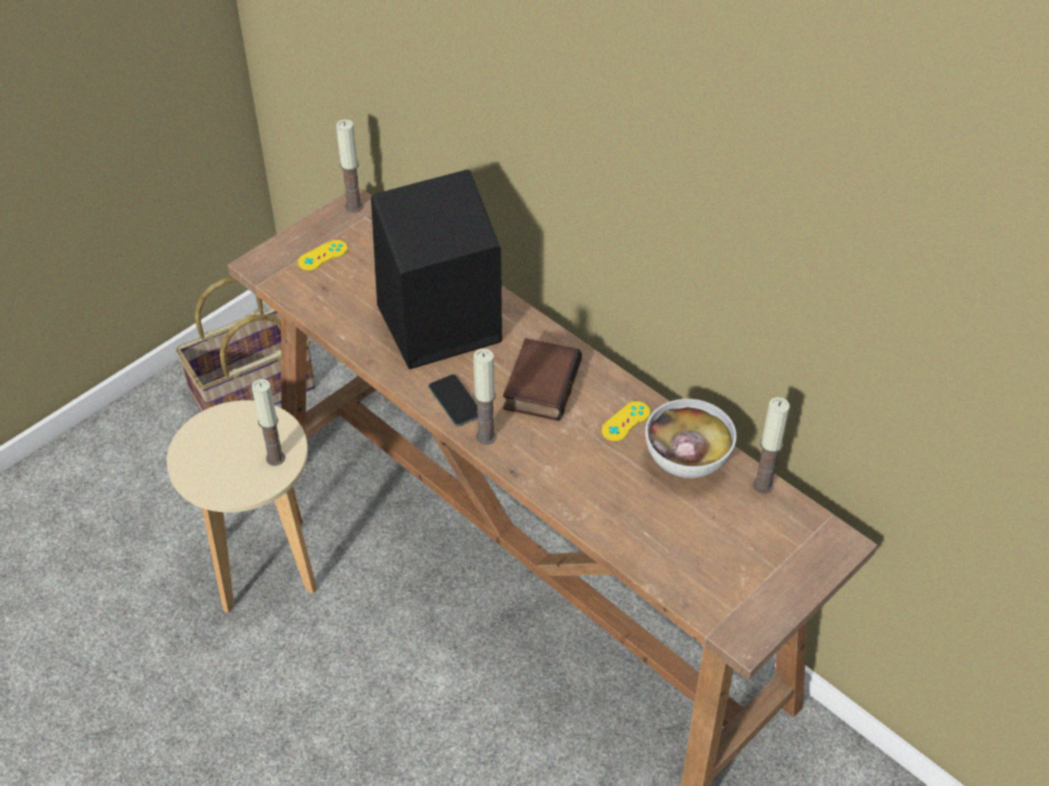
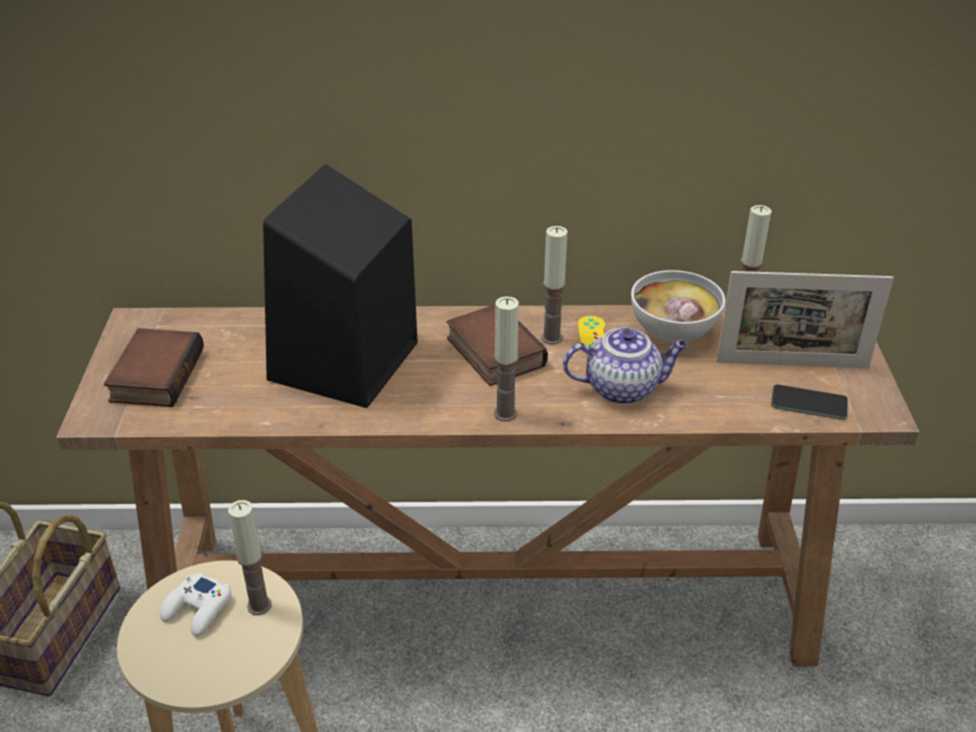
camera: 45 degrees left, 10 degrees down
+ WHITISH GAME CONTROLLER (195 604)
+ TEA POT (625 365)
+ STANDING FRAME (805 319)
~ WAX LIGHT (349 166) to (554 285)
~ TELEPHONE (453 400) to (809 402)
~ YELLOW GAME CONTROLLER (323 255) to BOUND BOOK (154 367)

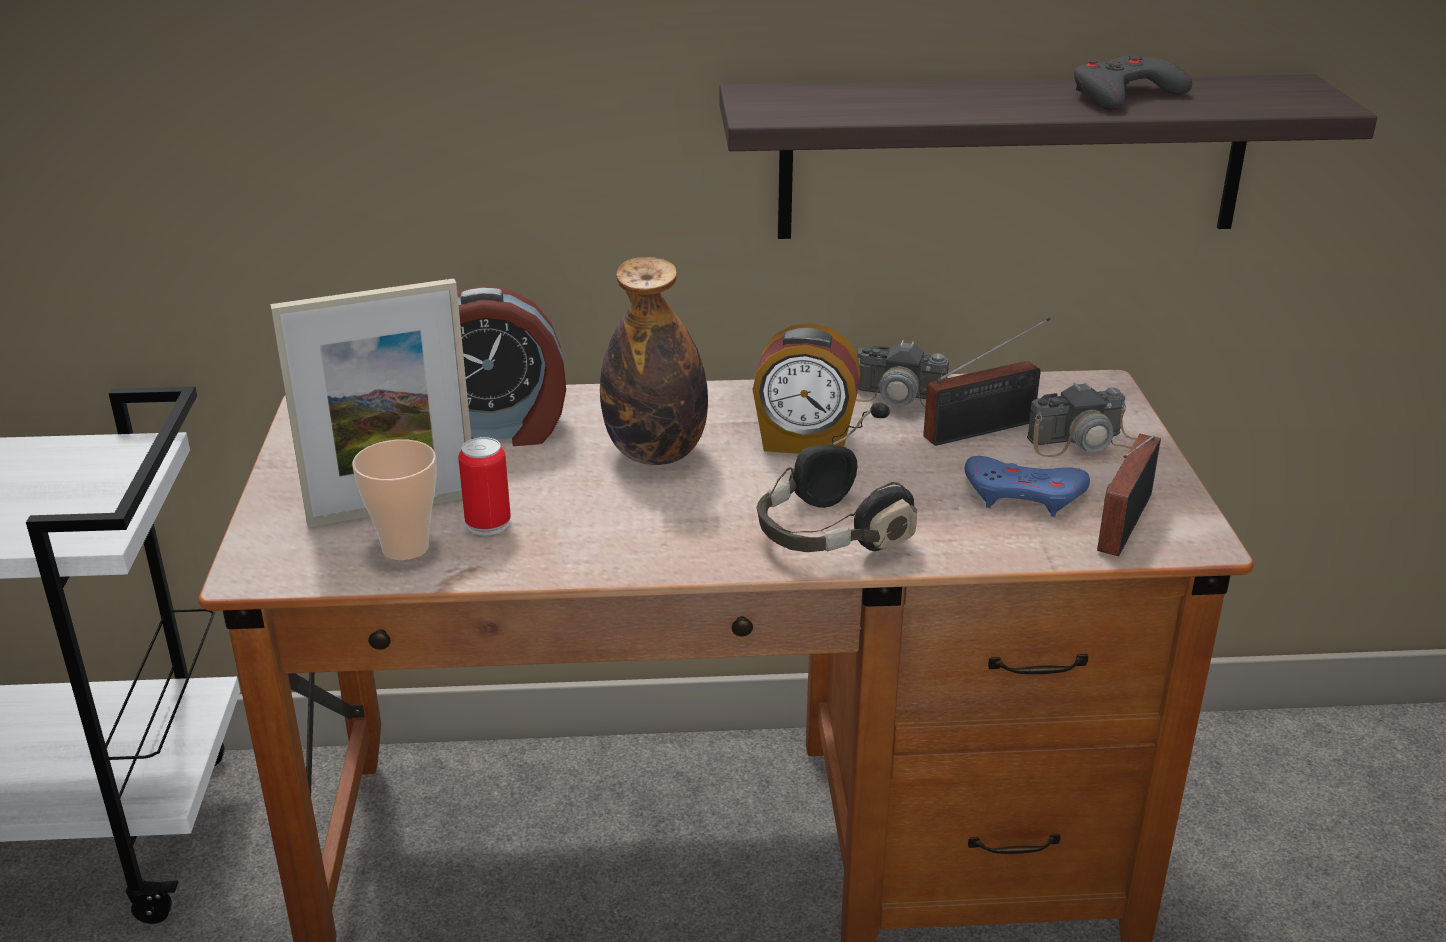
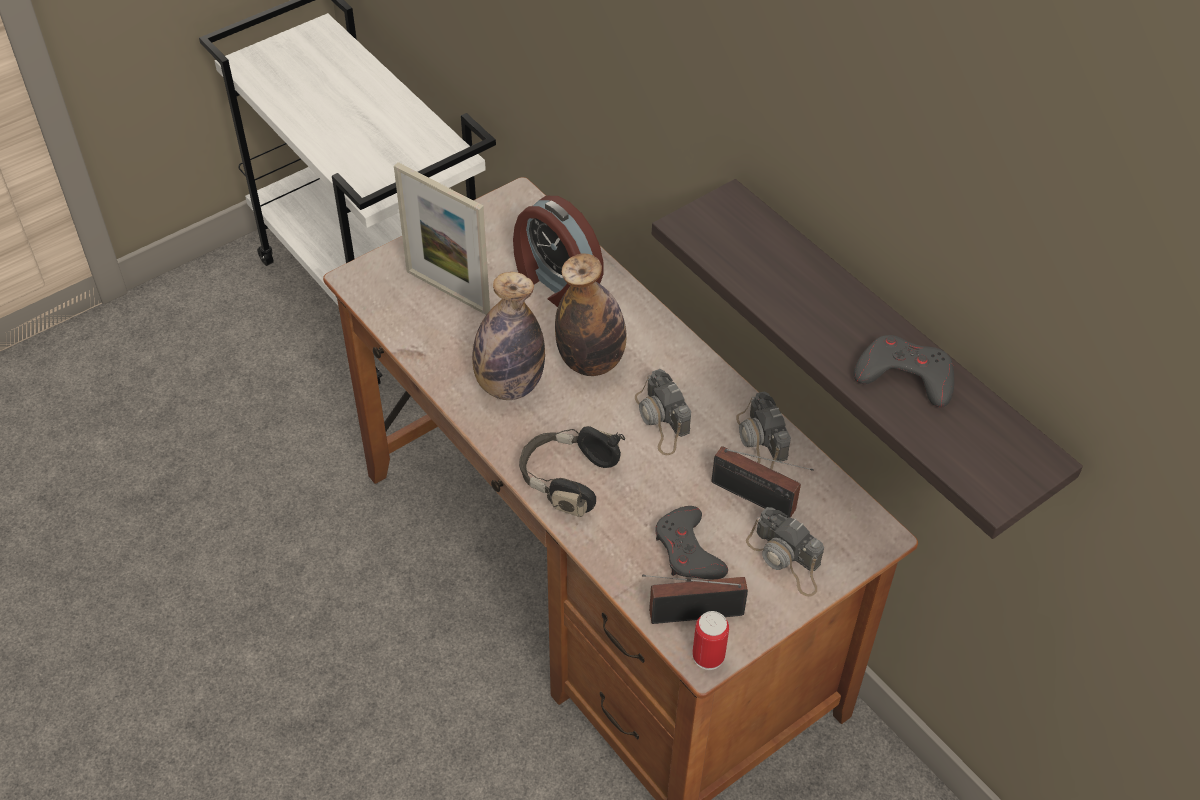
camera: 55 degrees right, 20 degrees up
- CUP (394 499)
+ DRINK BOTTLE (508 336)
~ SEALED CAN (484 486) to (710 640)
~ BEDSIDE CLOCK (806 388) to STILL CAMERA (663 412)
~ BLUE GAME CONTROLLER (1027 486) to GREYISH GAME CONTROLLER (691 543)

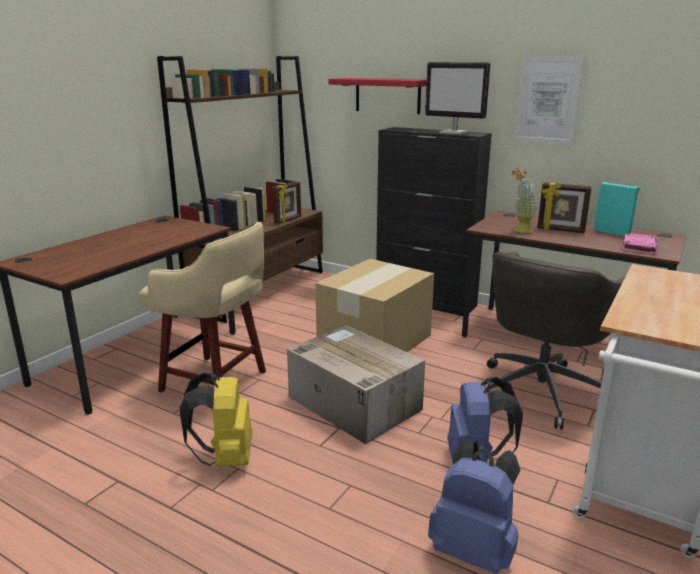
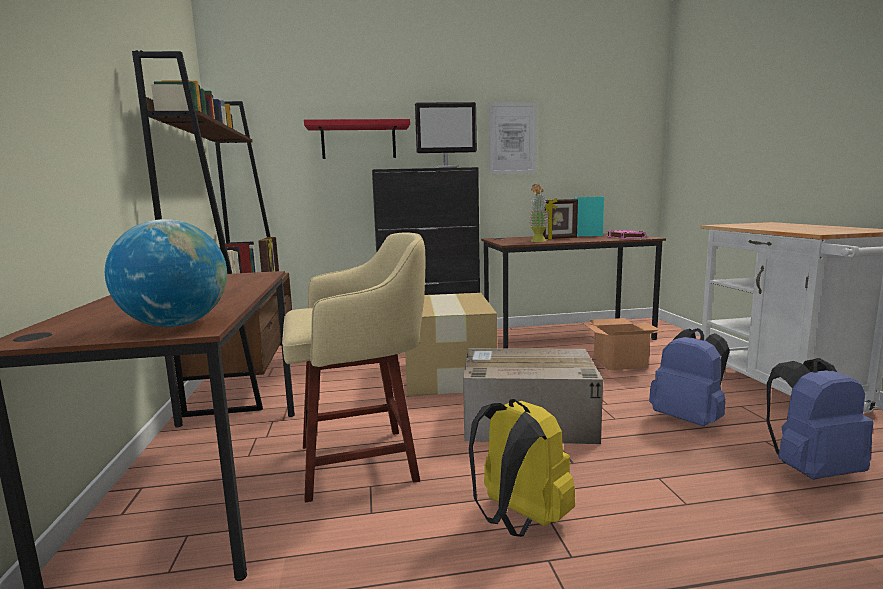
camera: 40 degrees left, 10 degrees down
+ WORLD GLOBE (166 273)
~ GREYISH OFFICE CHAIR (556 340) to CARDBOARD BOX (623 344)

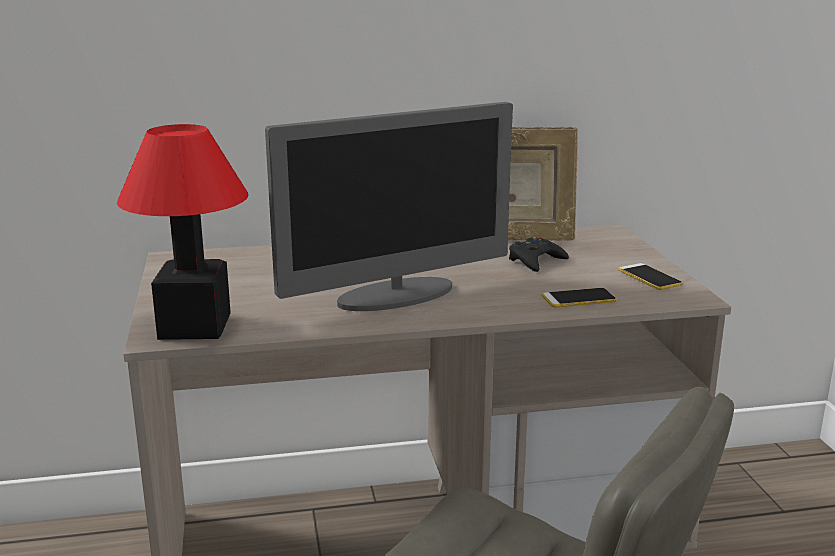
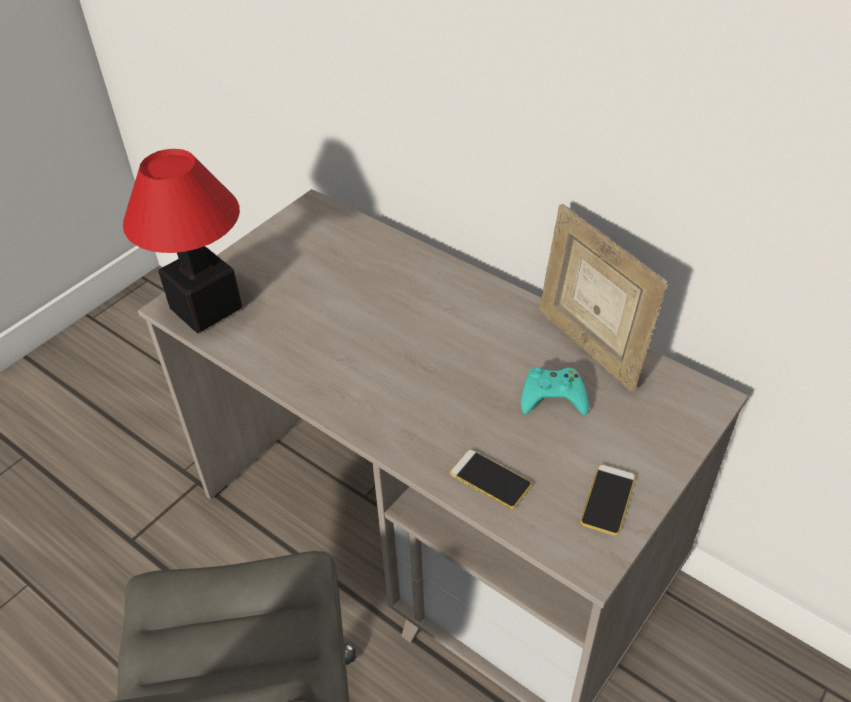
camera: 50 degrees right, 25 degrees up
- COMPUTER SCREEN (389 206)
~ BLACKISH GAME CONTROLLER (539 254) to TURQUOISE-COLOURED GAME CONTROLLER (555 391)

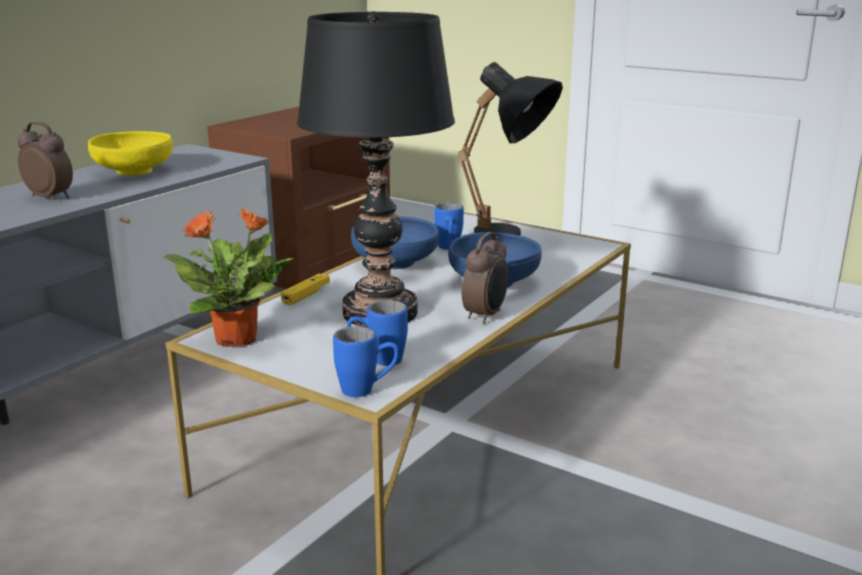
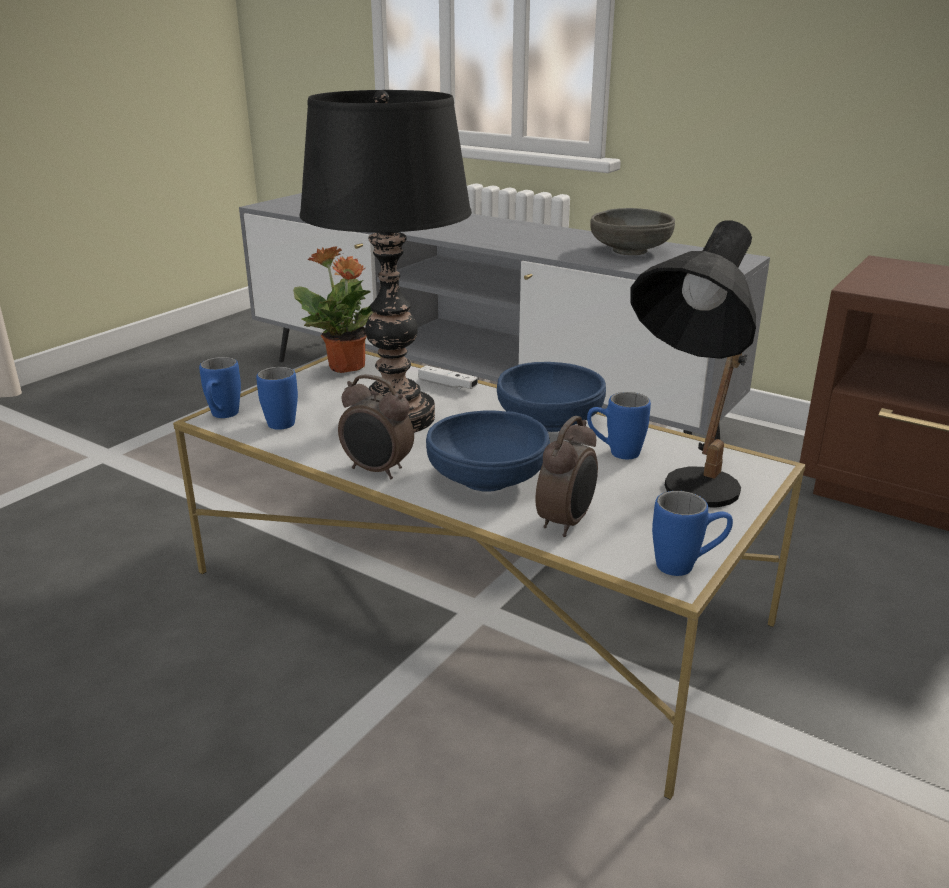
camera: 90 degrees right, 5 degrees up
+ BLUE COFFEE MUG (692 533)
~ BEDSIDE CLOCK (45 161) to (567 476)
~ YELLOW SERVING BOWL (130 153) to GREYISH SERVING BOWL (632 231)
~ YELLOW GAME CONTROLLER (305 289) to WHITISH GAME CONTROLLER (448 377)

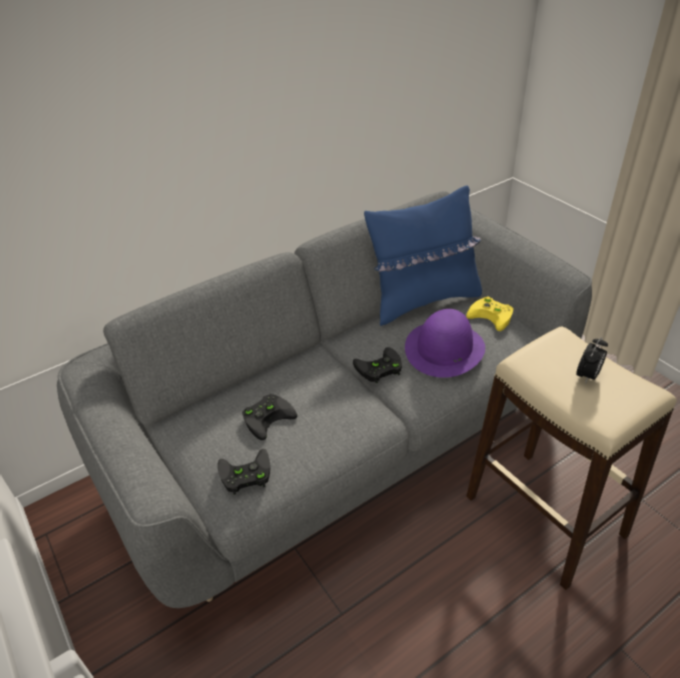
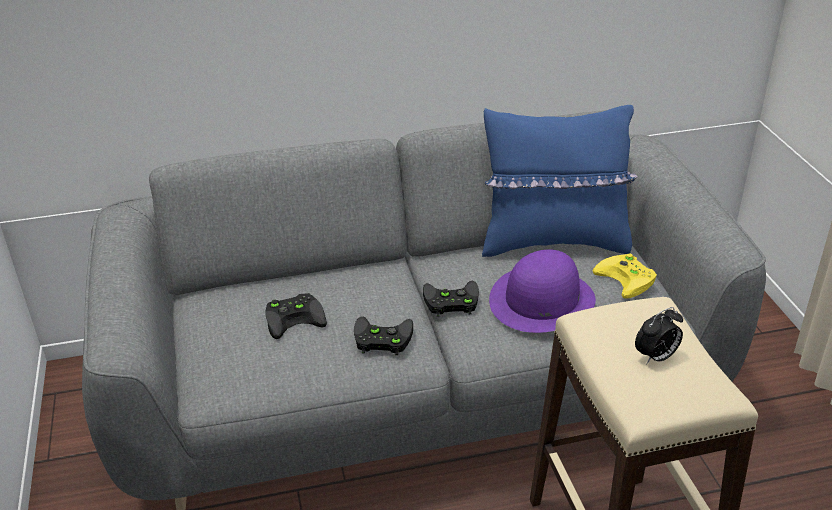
camera: 20 degrees right, 5 degrees down
~ BLACKISH GAME CONTROLLER (244 472) to (383 336)

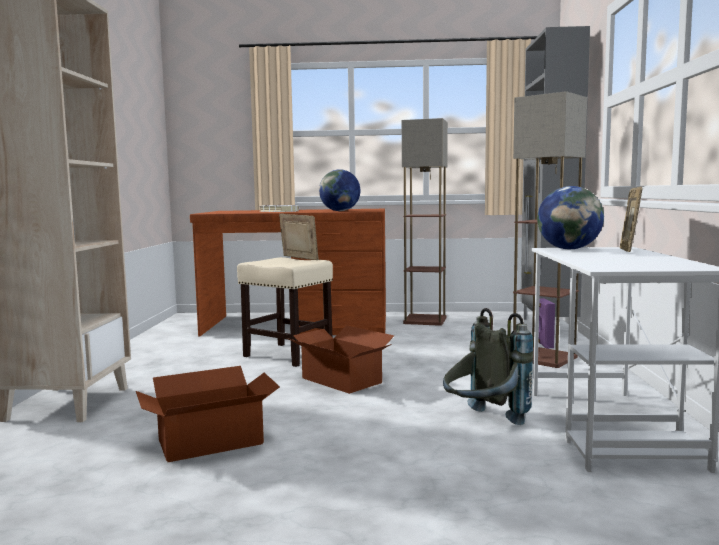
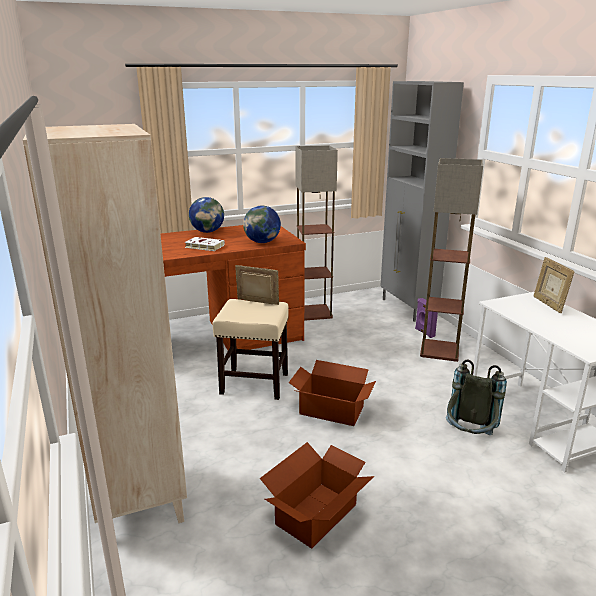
camera: 25 degrees left, 15 degrees up
~ WORLD GLOBE (570 217) to (206 215)

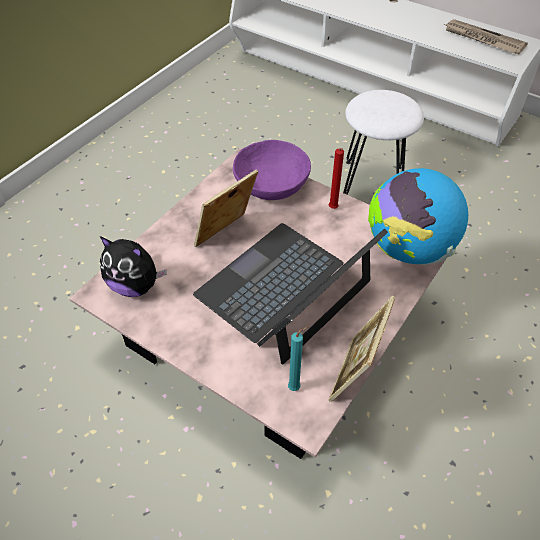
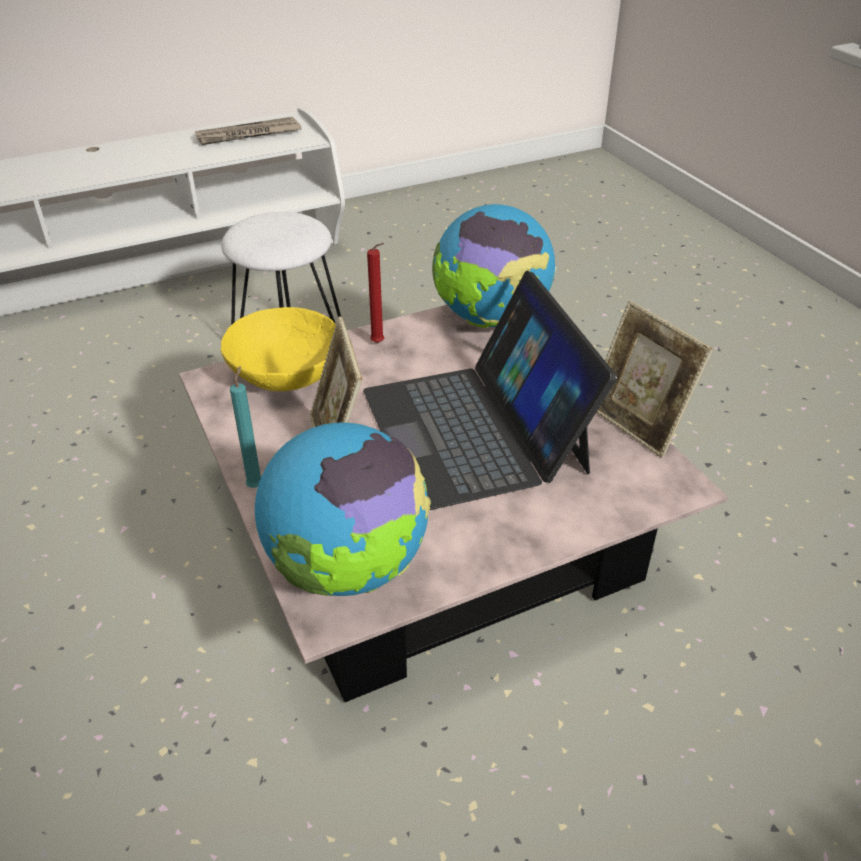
camera: 60 degrees left, 10 degrees down
~ TURQUOISE-COLOURED WAX LIGHT (298 358) to (245 427)
~ CUDDLY TOY (133 266) to WORLD GLOBE (343 509)
~ PURPLE-COLOURED SERVING BOWL (272 170) to YELLOW SERVING BOWL (278 349)

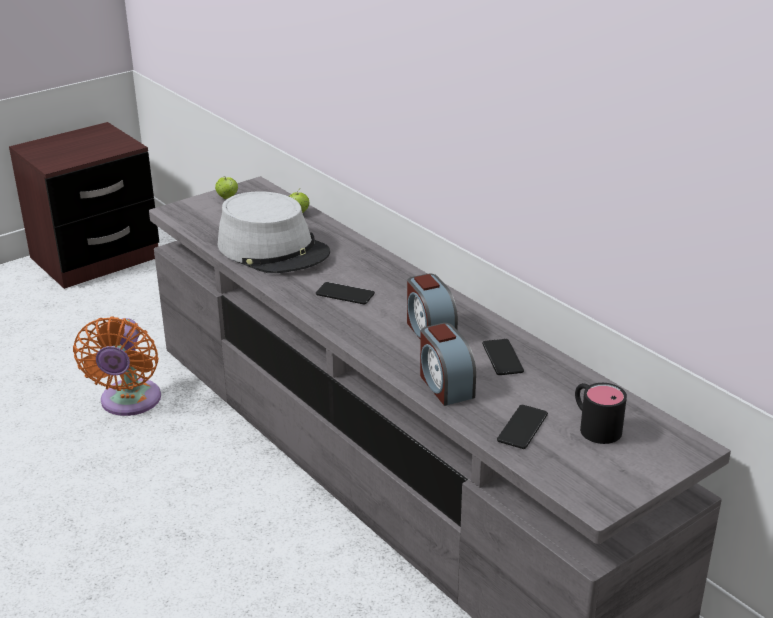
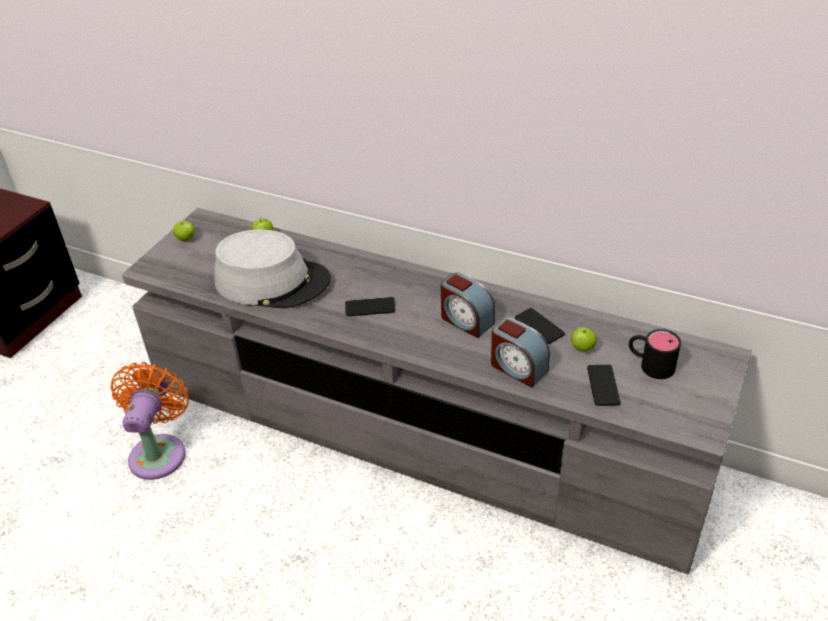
camera: 25 degrees left, 10 degrees up
+ APPLE (584 339)
~ ORANGE-COLOURED ELECTRIC FAN (117 366) = (150 421) 150 degrees counterclockwise

